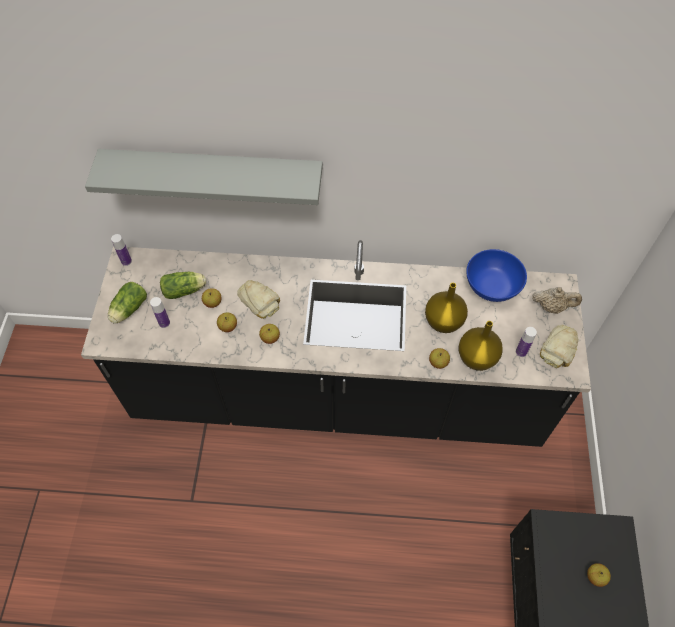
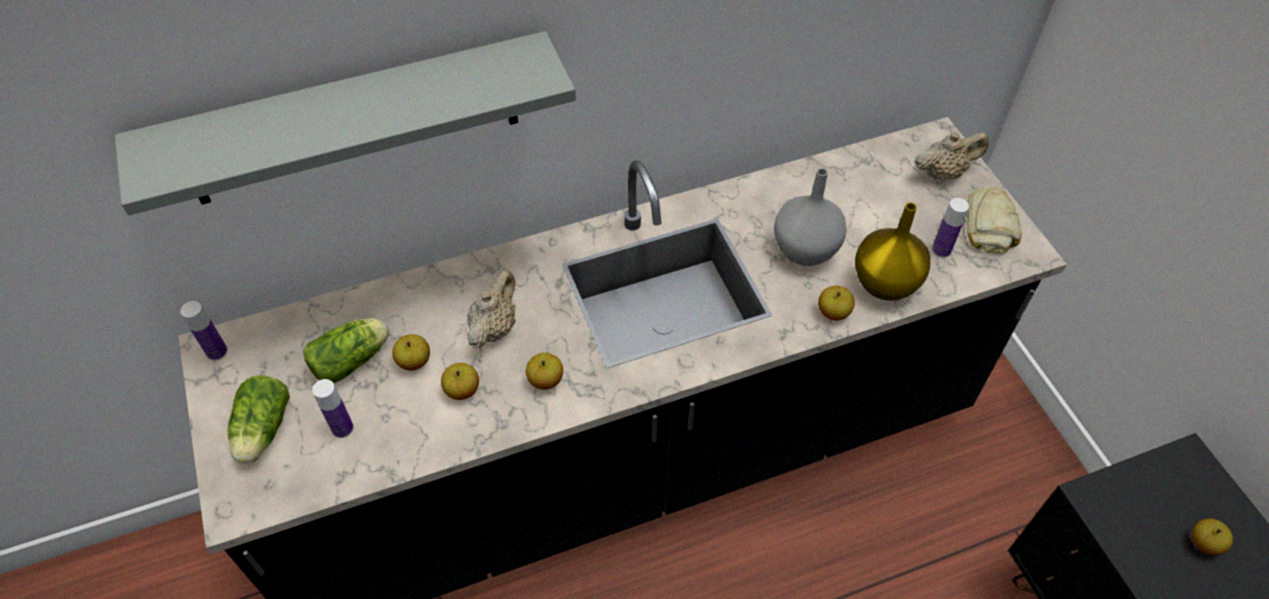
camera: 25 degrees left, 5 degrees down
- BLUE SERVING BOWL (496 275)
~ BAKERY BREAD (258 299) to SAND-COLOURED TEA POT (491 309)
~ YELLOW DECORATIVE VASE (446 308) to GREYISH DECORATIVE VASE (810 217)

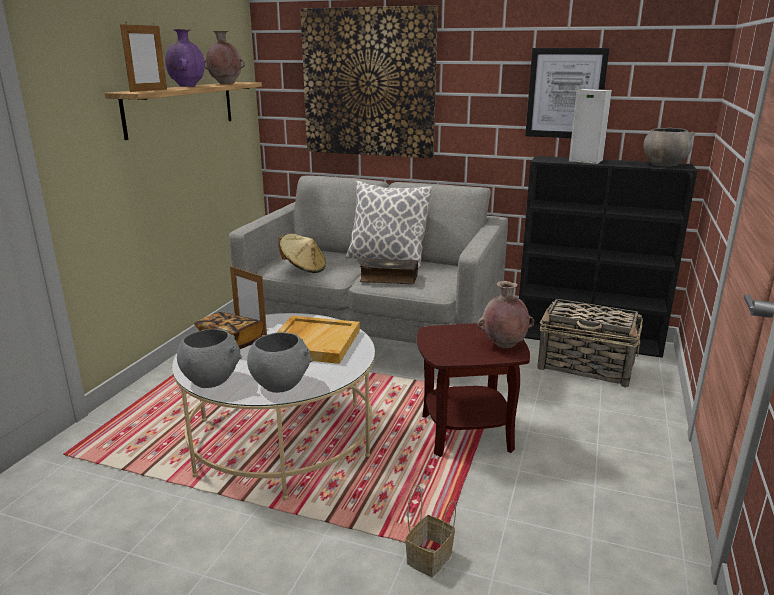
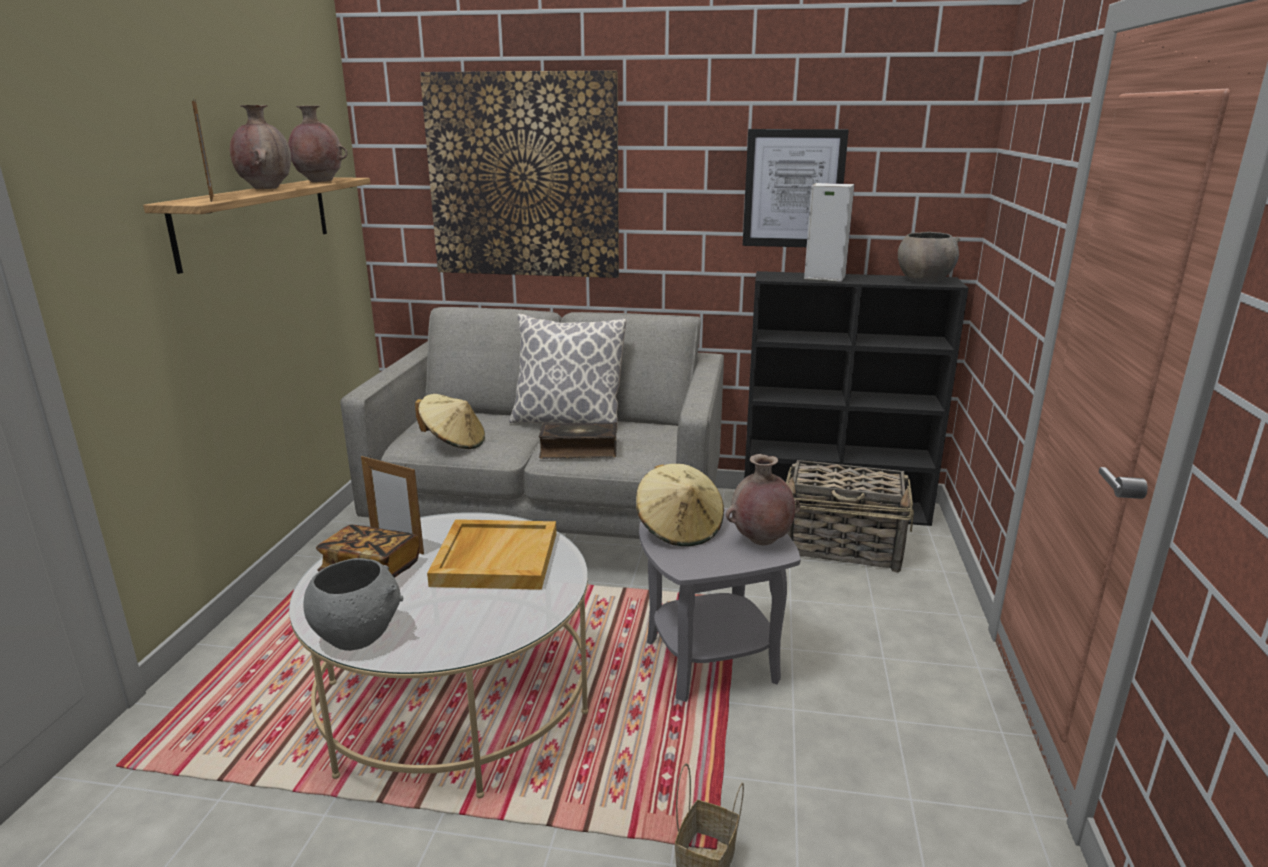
camera: 10 degrees left, 0 degrees up
- GREYISH SERVING BOWL (280 362)
+ SAND-COLOURED HAT (680 505)
~ PURPLE-COLOURED DECORATIVE VASE (185 58) to BROWNISH DECORATIVE VASE (260 147)
~ BROWNISH ACCENT TABLE (473 390) to GREYISH ACCENT TABLE (720 605)
~ STANDING FRAME (143 57) = (203 150) 135 degrees clockwise

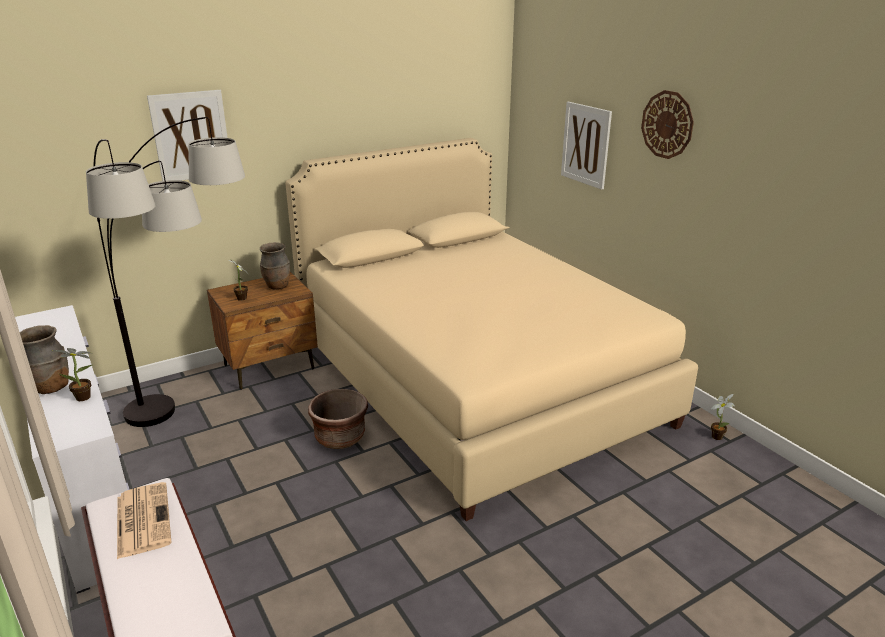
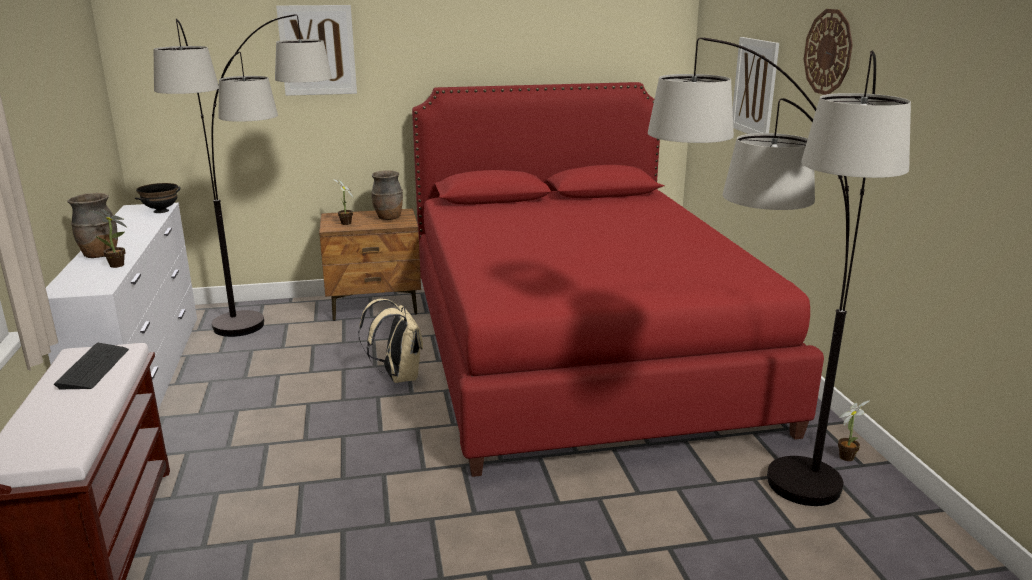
camera: 20 degrees right, 5 degrees down
+ BLACKISH SERVING BOWL (158 198)
+ STANDARD LAMP (779 271)
~ DAILY PAPER (144 520) to COMPUTER KEYBOARD (91 366)
~ BROWNISH FLOWER POT (338 419) to SAND-COLOURED BACKPACK (390 341)
~ SAND-COLOURED BEDROOM BED (491 329) to RED-COLOURED BEDROOM BED (618 279)

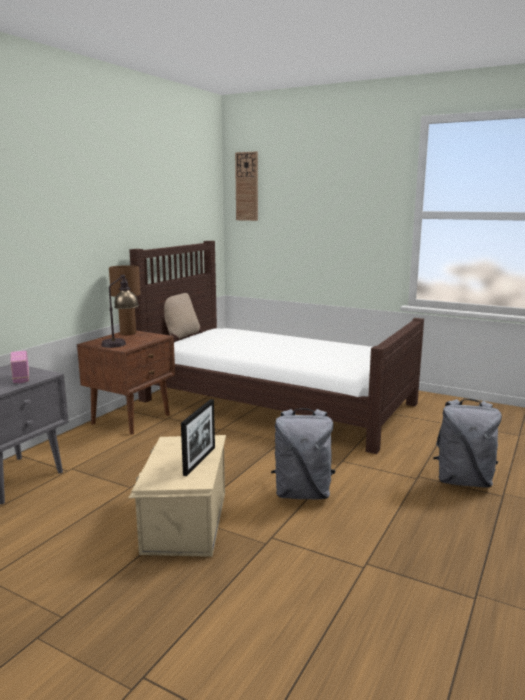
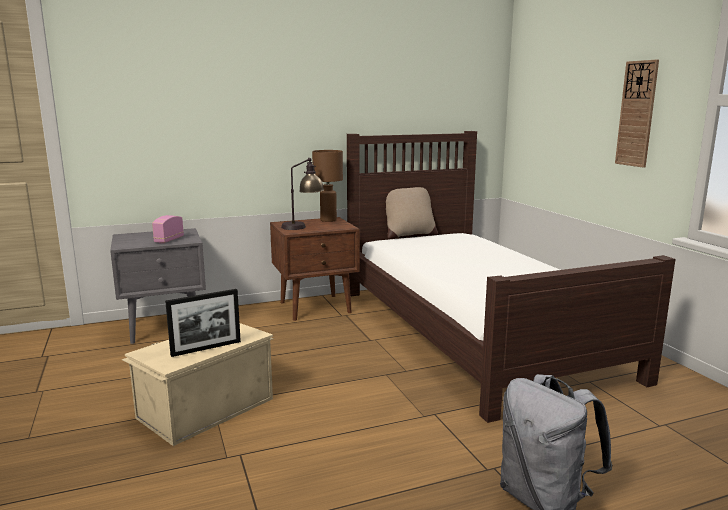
camera: 40 degrees right, 0 degrees up
- GREYISH BACKPACK (303 453)
~ WALL CLOCK (246 186) to (637 114)

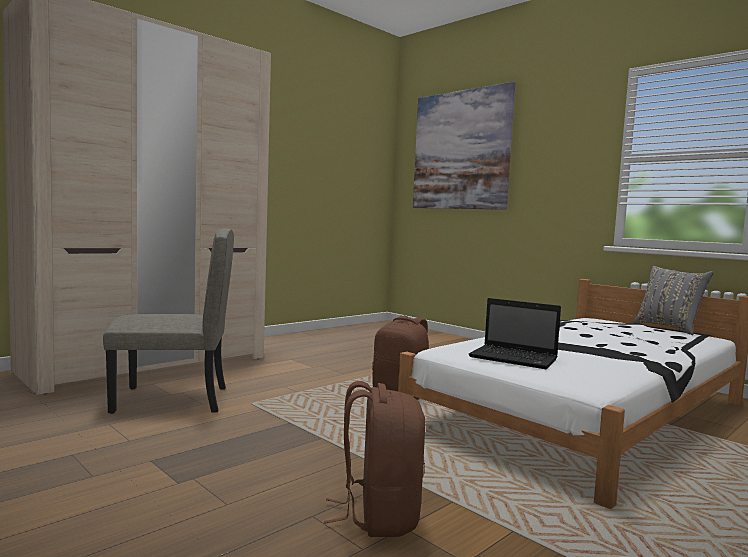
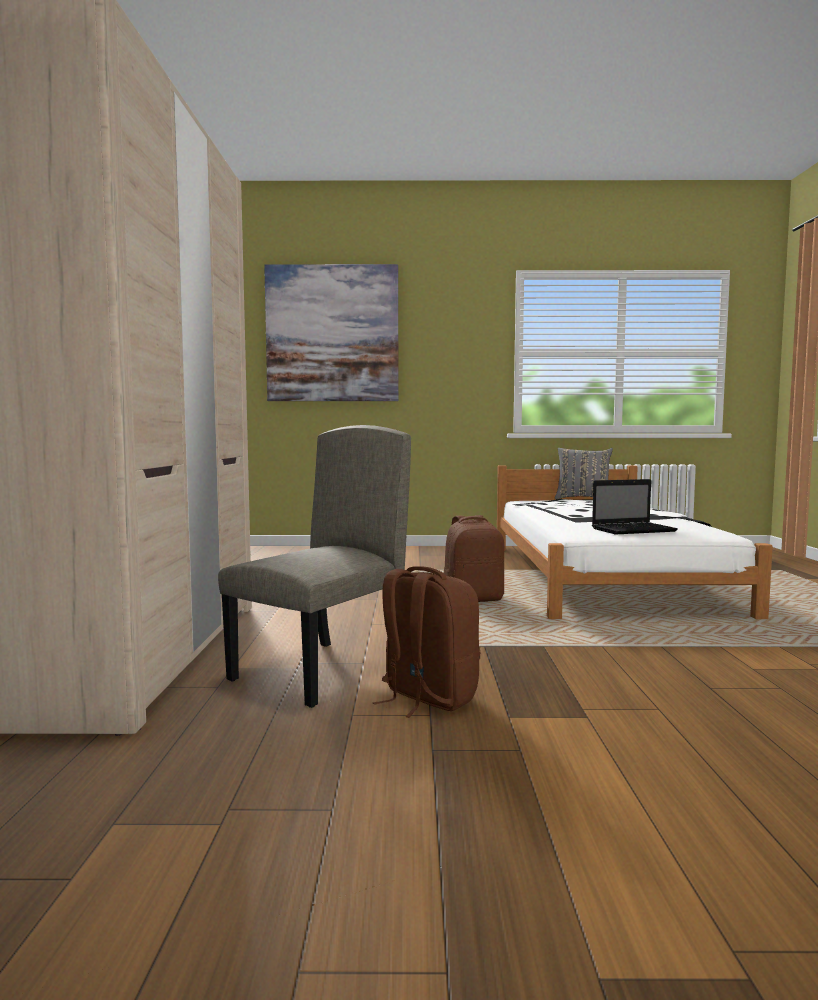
camera: 45 degrees left, 0 degrees up
~ BROWNISH BACKPACK (374 459) to (426 642)

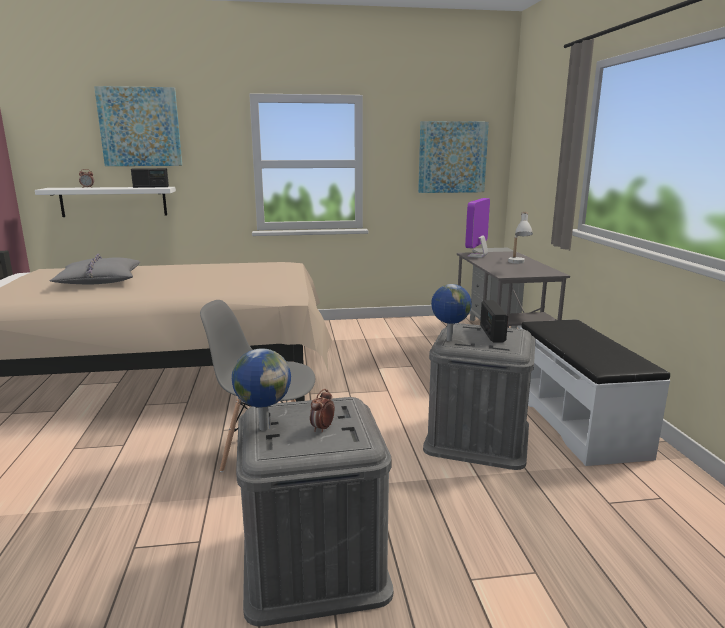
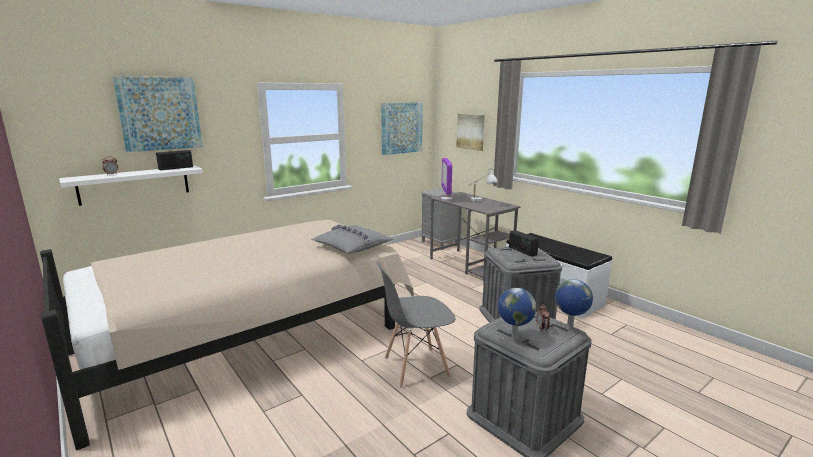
camera: 30 degrees left, 0 degrees up
+ PICTURE (470 132)
~ GREYISH PILLOW (95 269) to (352 239)
~ WORLD GLOBE (451 312) to (574 304)

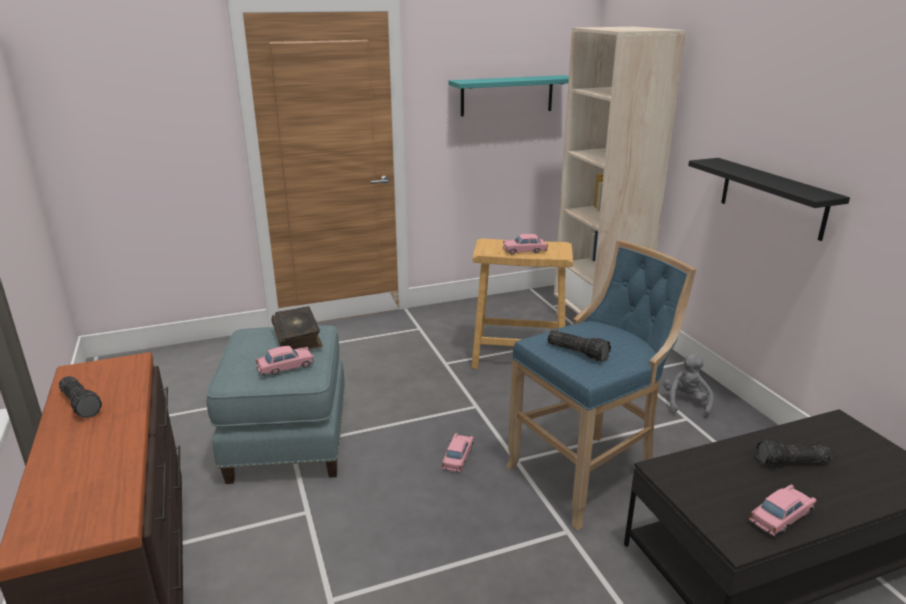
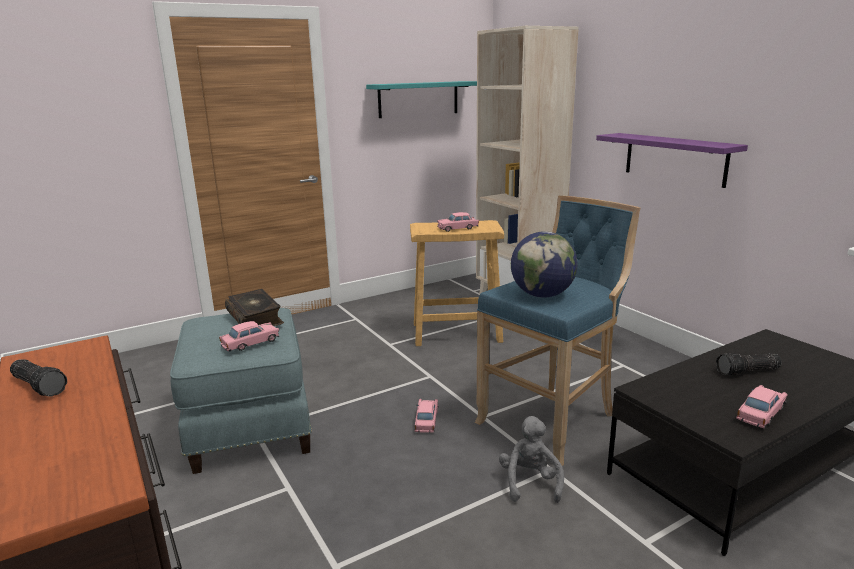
camera: 10 degrees left, 5 degrees down
~ GREYISH CUDDLY TOY (688 385) to (531 459)
~ TORCH (579 346) to WORLD GLOBE (544 264)
~ BLACKISH WALL SHELF (769 199) to PURPLE-COLOURED WALL SHELF (672 160)

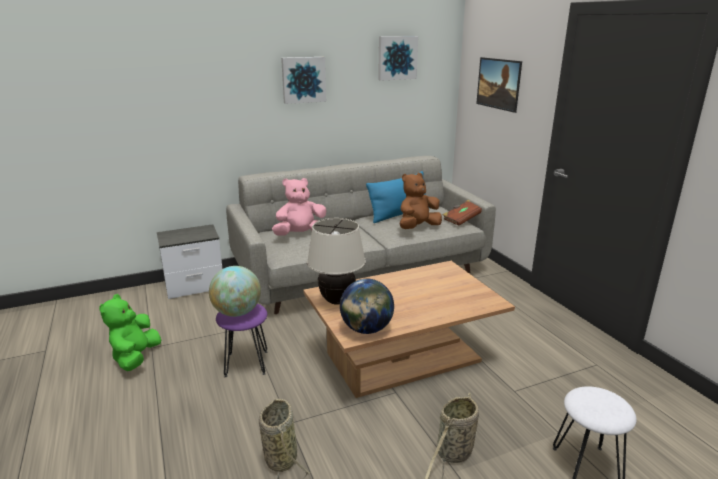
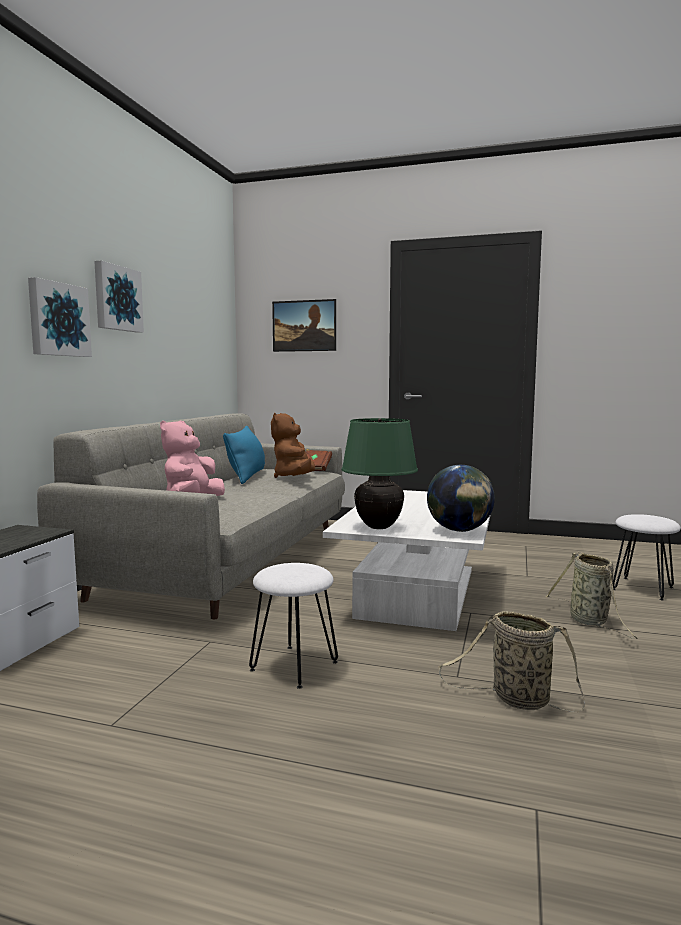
camera: 50 degrees left, 15 degrees down
- GREENISH CUDDLY TOY (130 332)
- WORLD GLOBE (235 291)
~ PICTURE (398 58) to (60 317)
~ PURPLE-COLOURED STOOL SEAT (241 340) to WHITISH STOOL SEAT (293 626)
~ BROWNISH LOW TABLE (409 329) to WHITISH LOW TABLE (407 560)
~ SAND-COLOURED TABLE LAMP (336 261) to GREENISH TABLE LAMP (379 473)

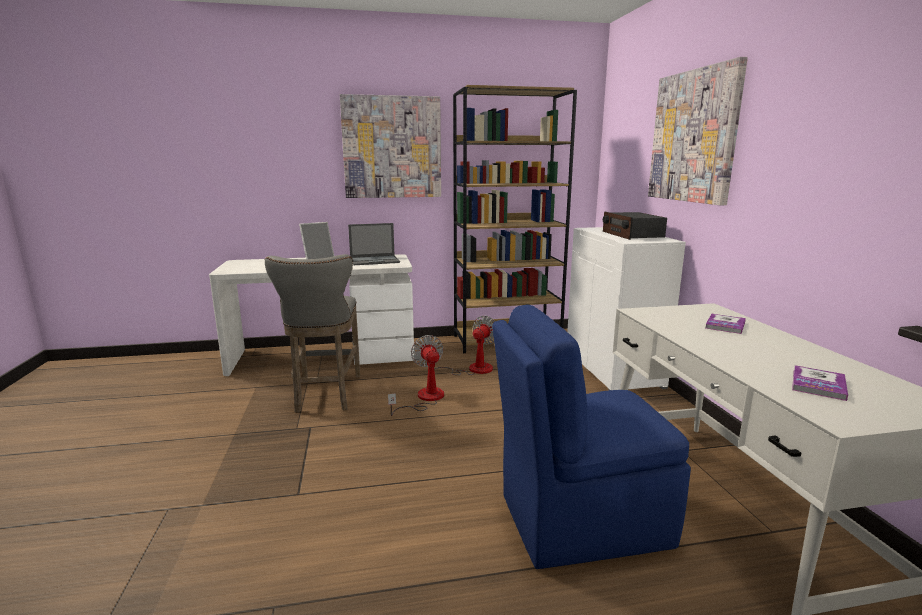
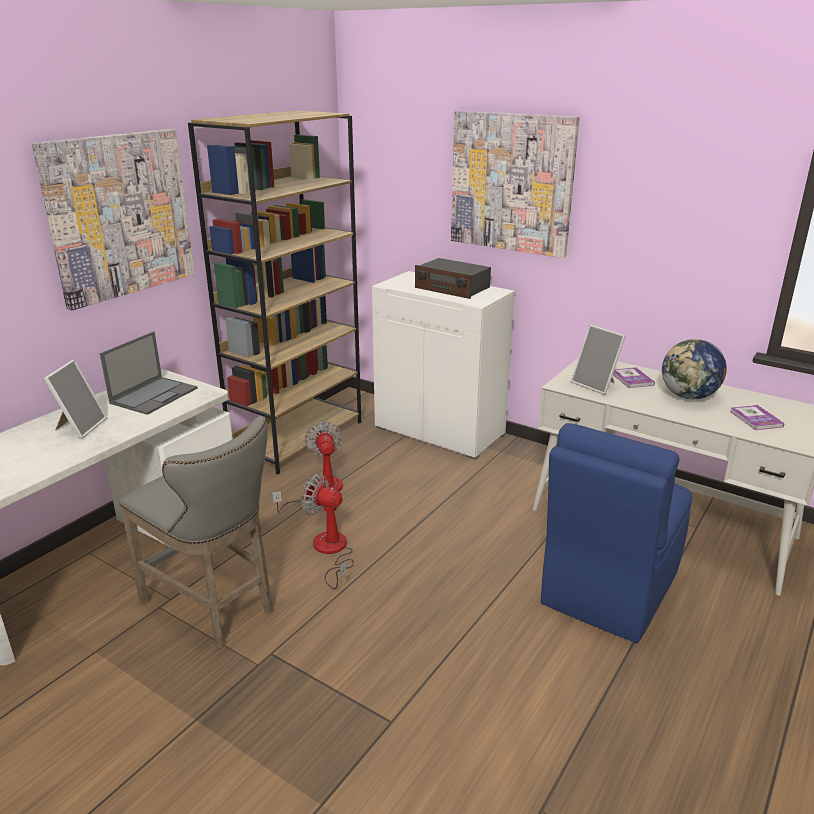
camera: 45 degrees left, 10 degrees up
+ STANDING FRAME (598 360)
+ WORLD GLOBE (694 369)

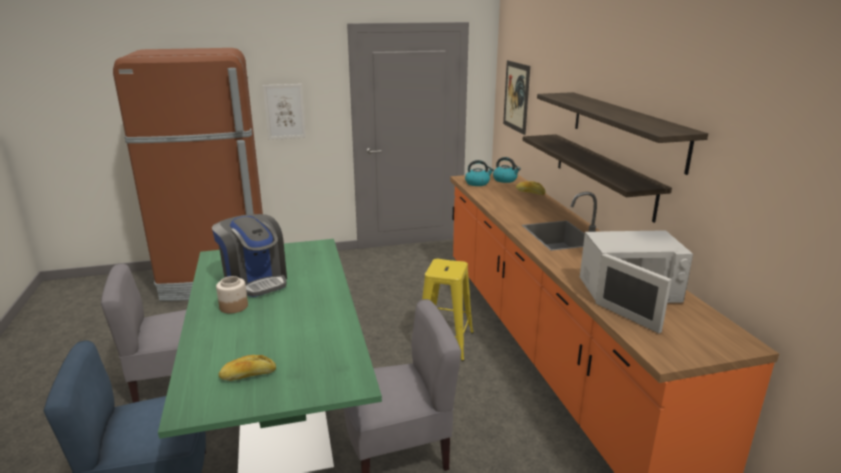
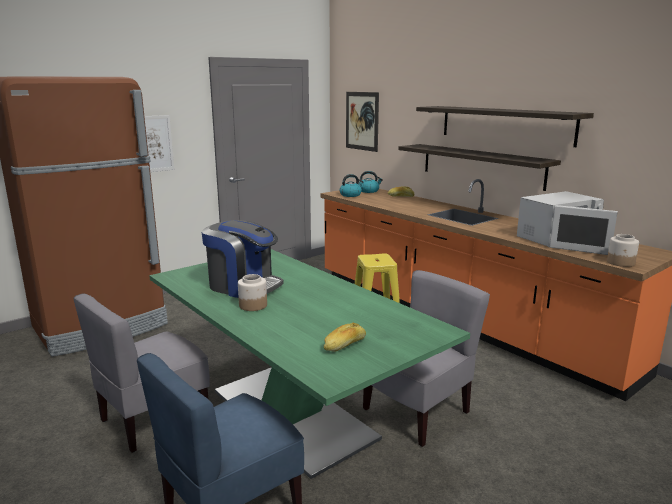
camera: 25 degrees left, 5 degrees down
+ JAR (623 250)

